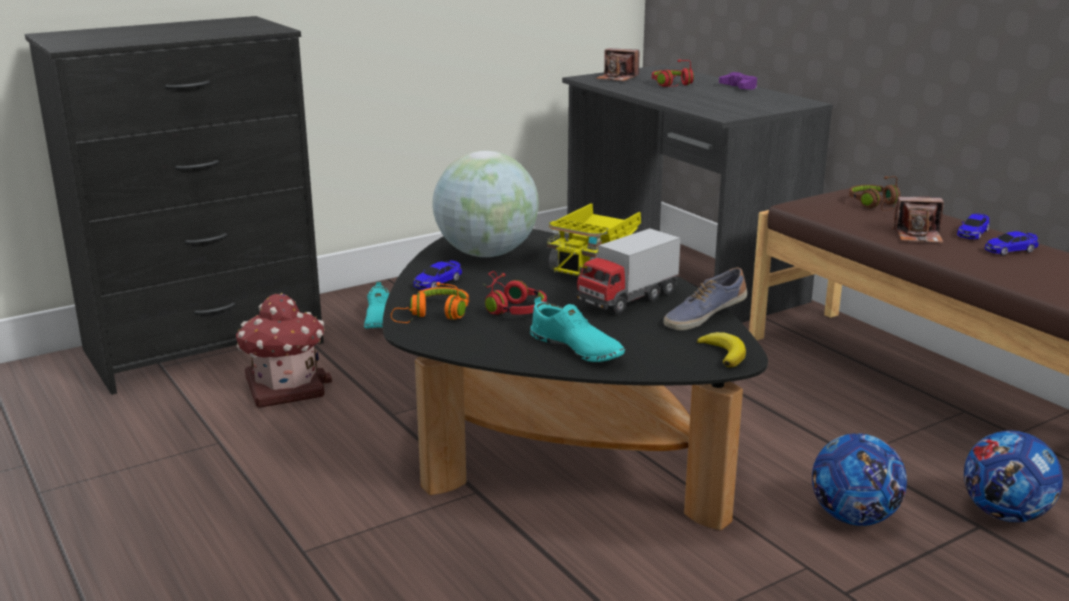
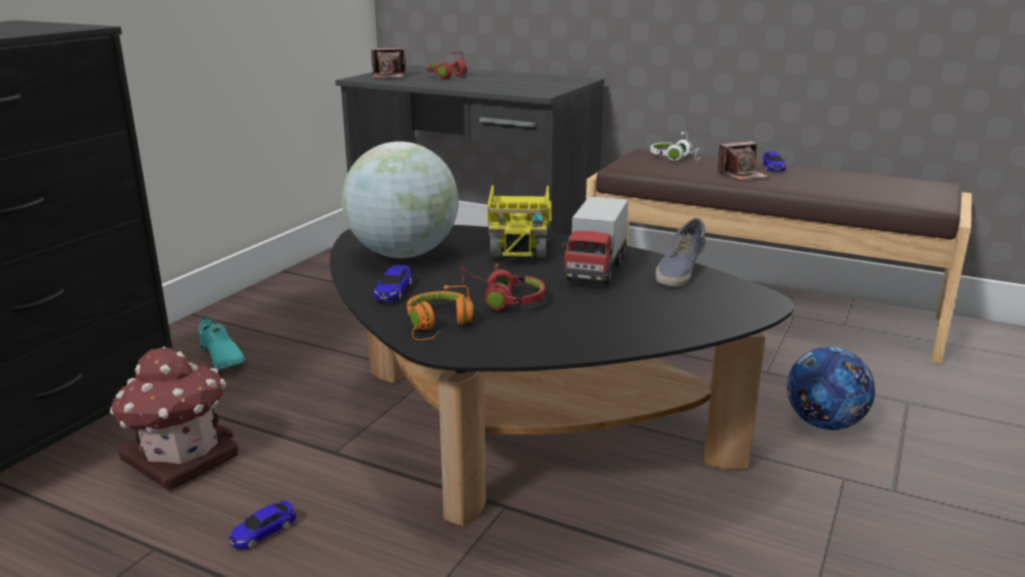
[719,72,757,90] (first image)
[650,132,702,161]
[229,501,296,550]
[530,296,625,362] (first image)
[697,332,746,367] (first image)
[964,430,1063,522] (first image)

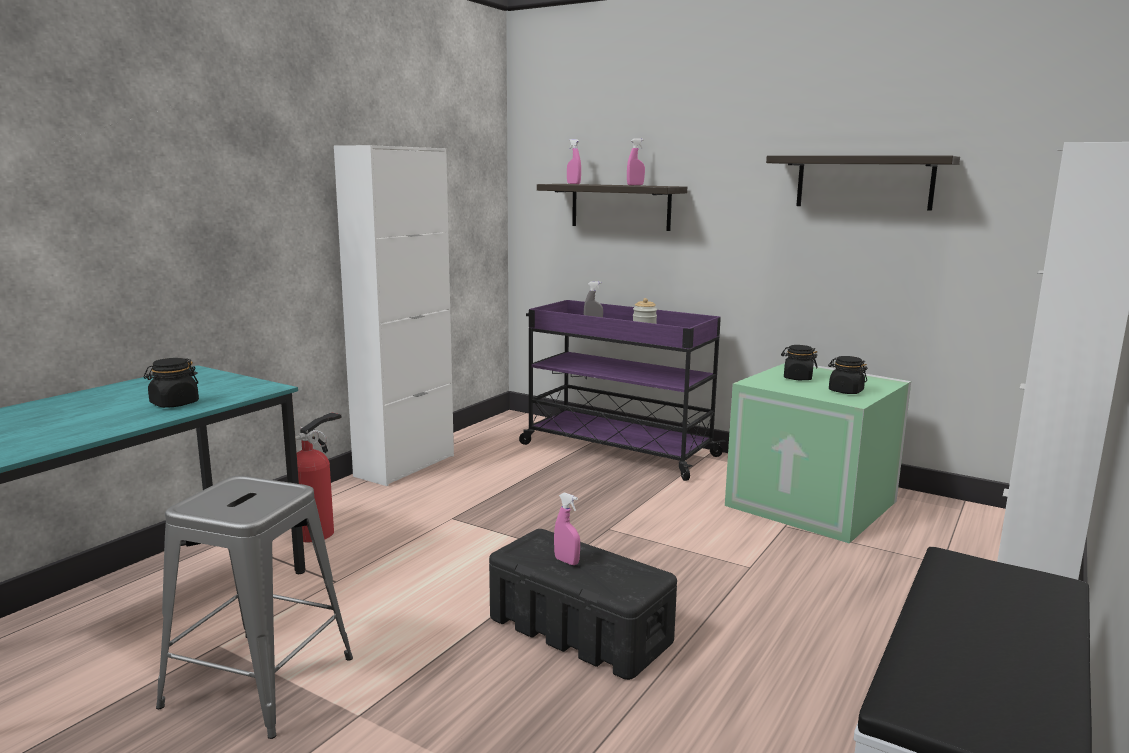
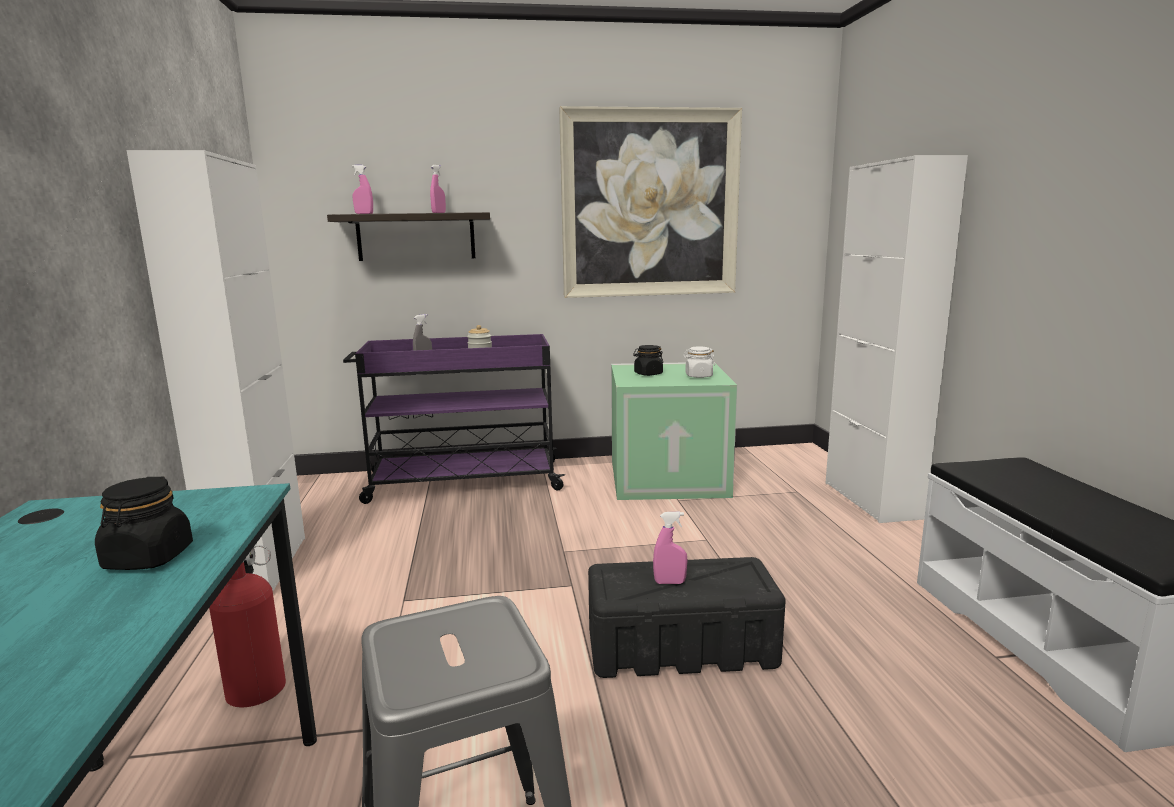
[559,106,742,298]
[683,347,715,378]

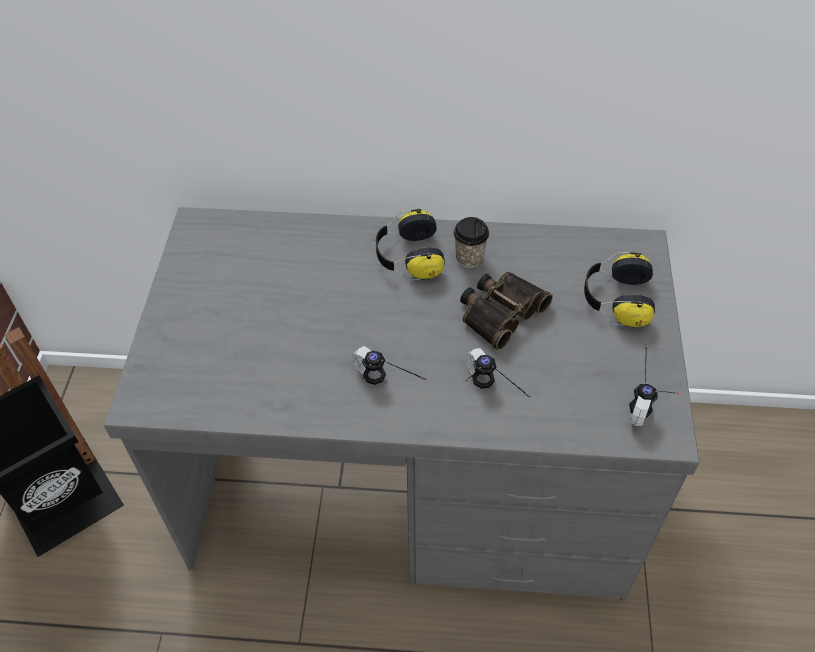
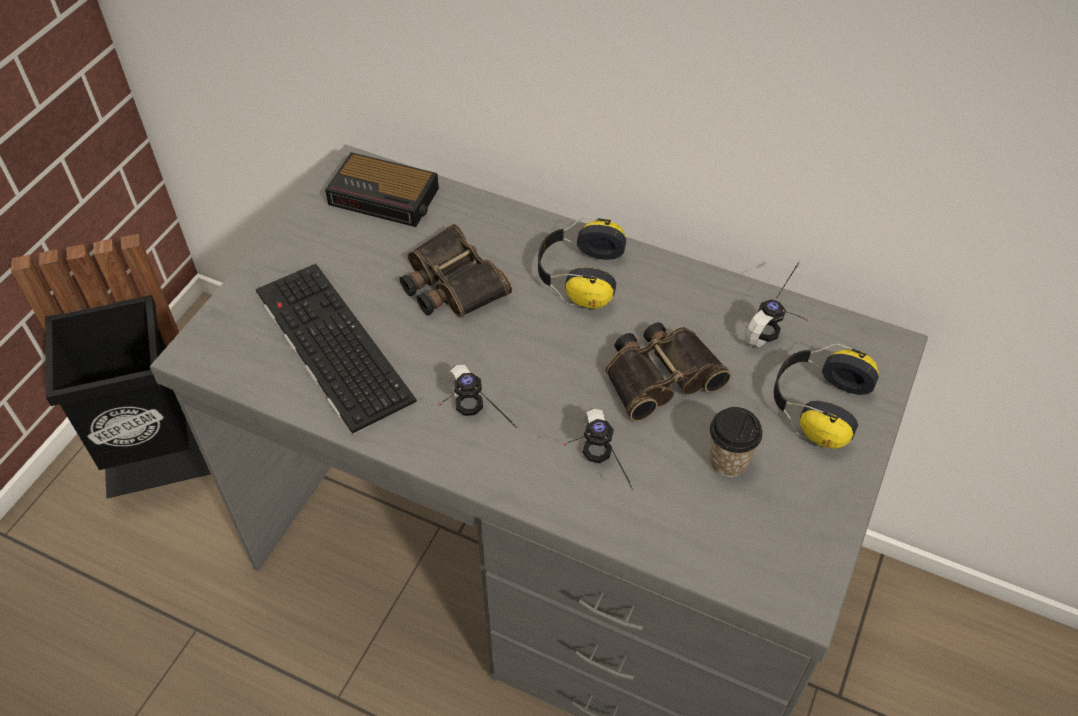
[709,407,763,477]
[745,262,808,348]
[325,152,439,227]
[400,224,512,318]
[256,264,417,435]

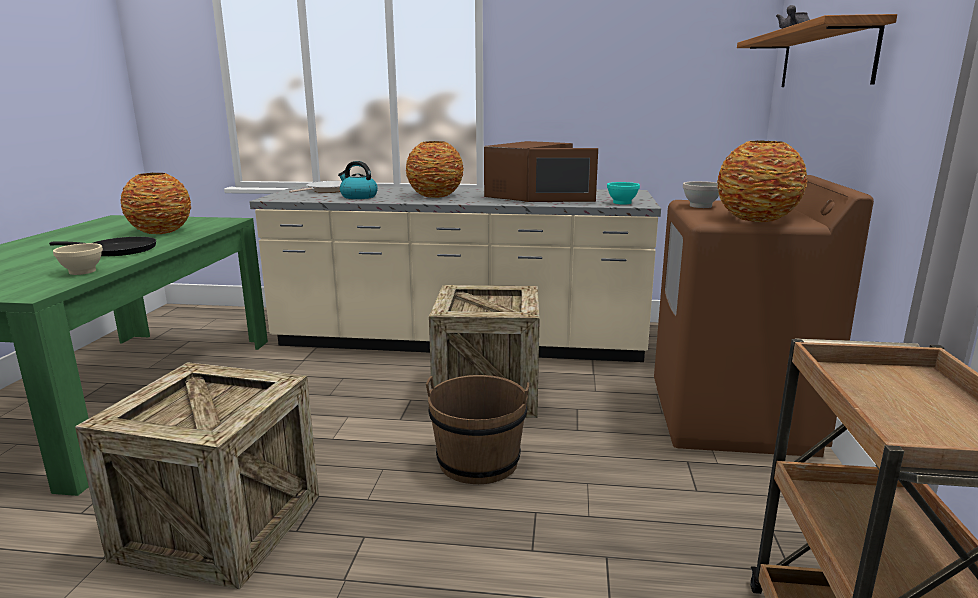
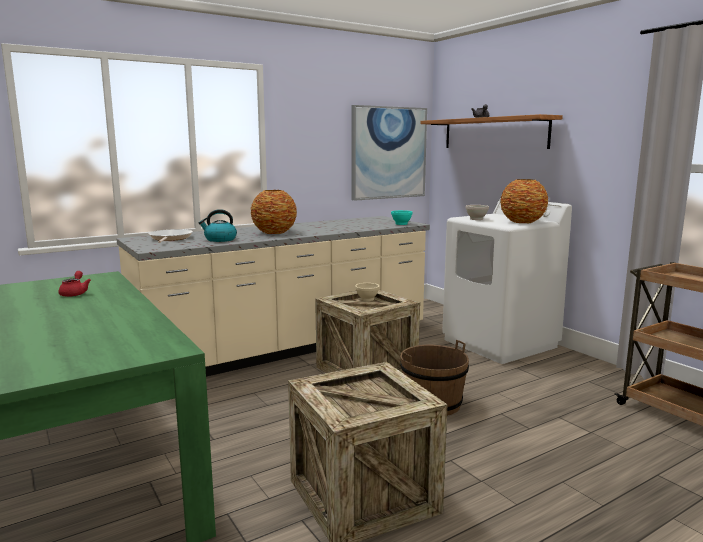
[484,141,598,202] (first image)
[58,271,91,297]
[442,198,572,364]
[49,237,156,256] (first image)
[355,283,380,301]
[352,105,427,201]

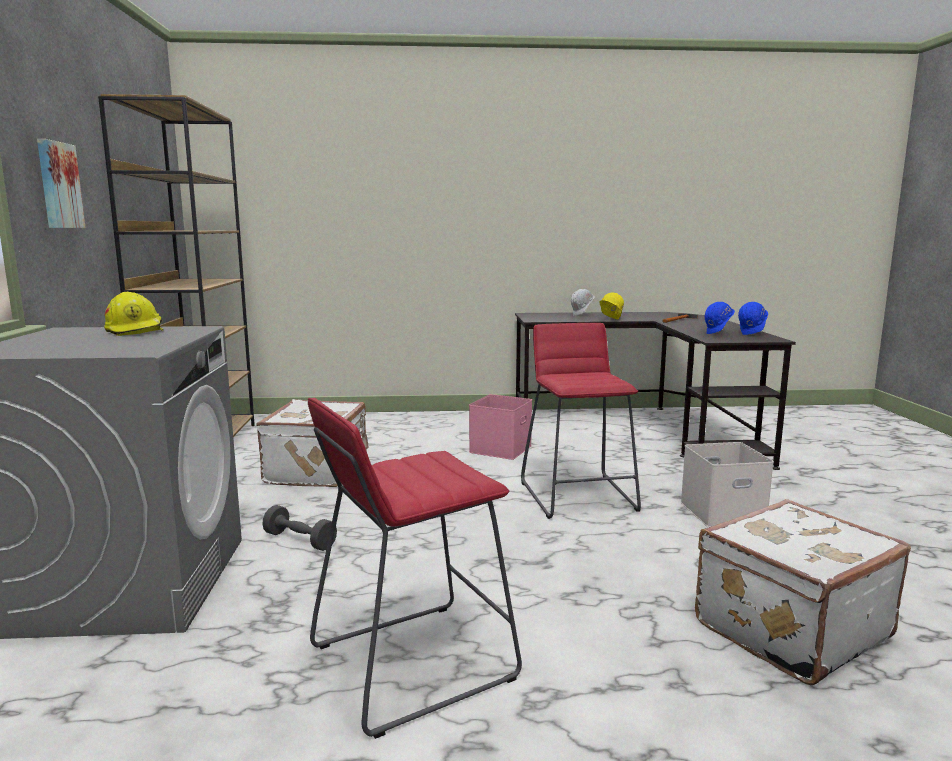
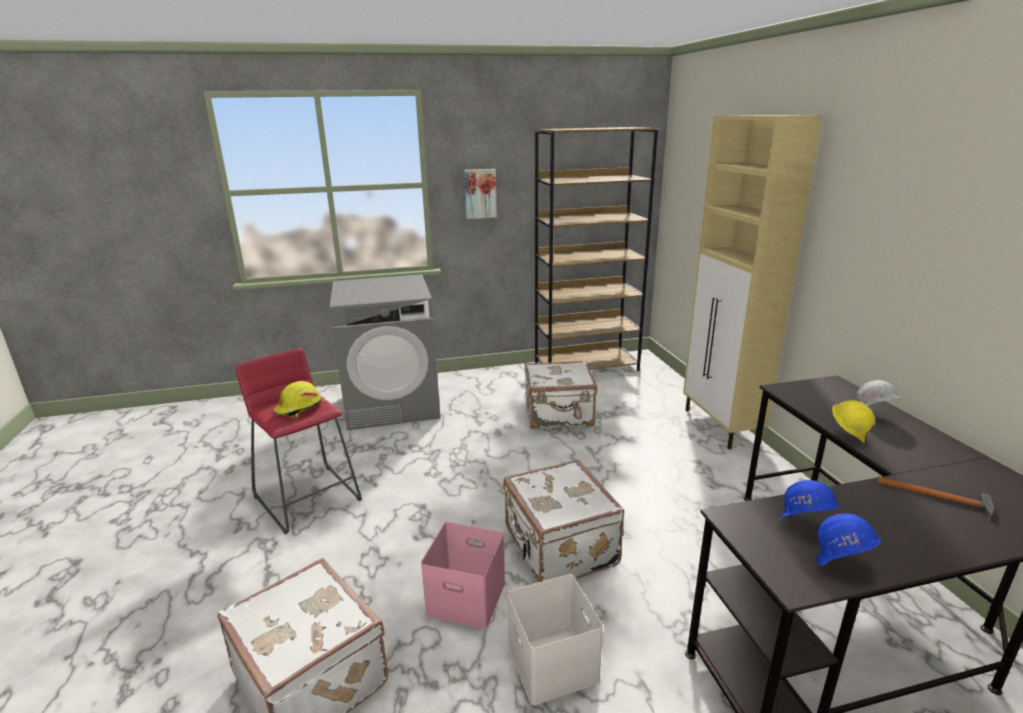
[274,381,321,418]
[503,460,624,582]
[421,522,505,629]
[262,505,337,551] (first image)
[683,115,823,449]

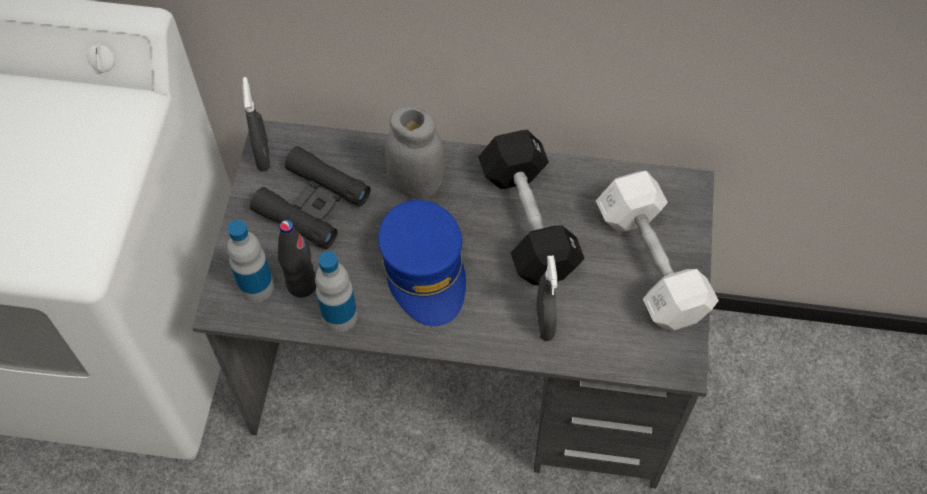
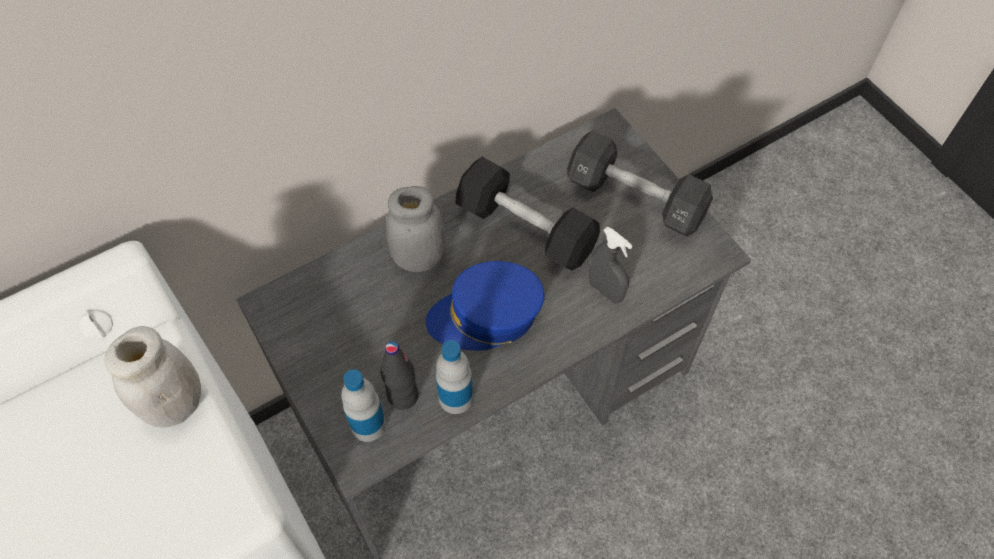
[242,77,270,171] (first image)
[250,146,371,249] (first image)
[567,130,713,237]
[426,261,544,351]
[105,326,201,428]

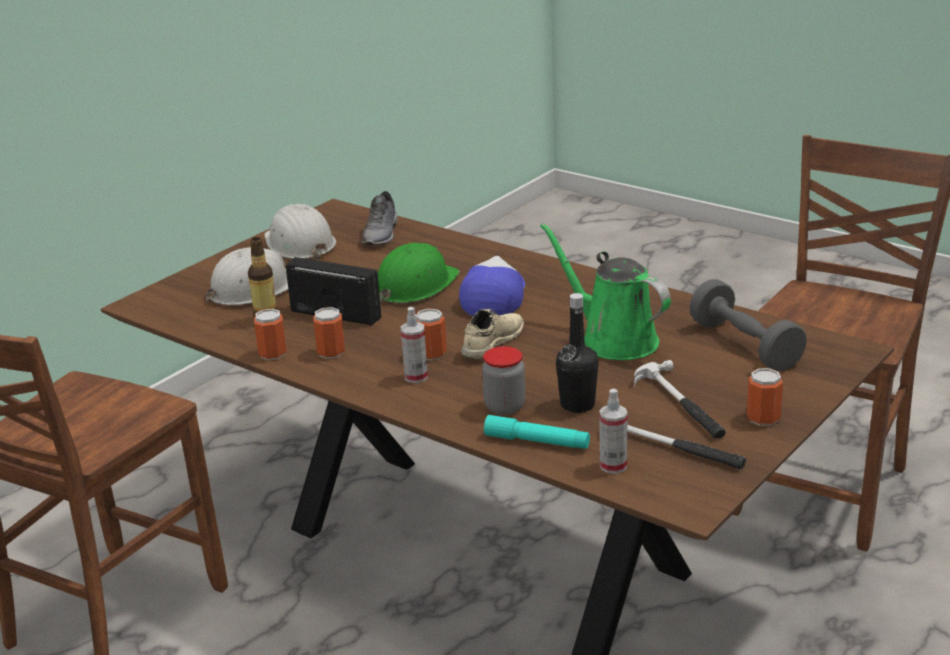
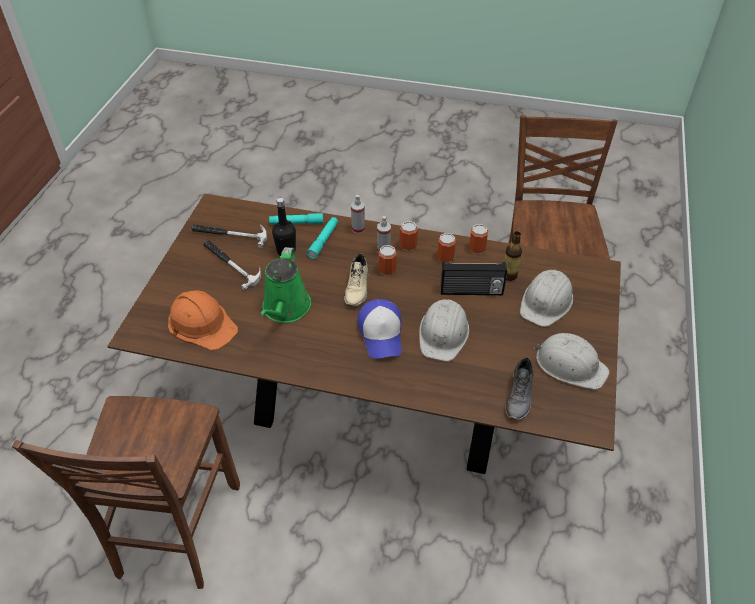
[505,358,534,420]
[260,247,311,323]
[419,299,469,361]
[168,290,238,350]
[307,217,338,259]
[399,221,418,251]
[351,195,365,234]

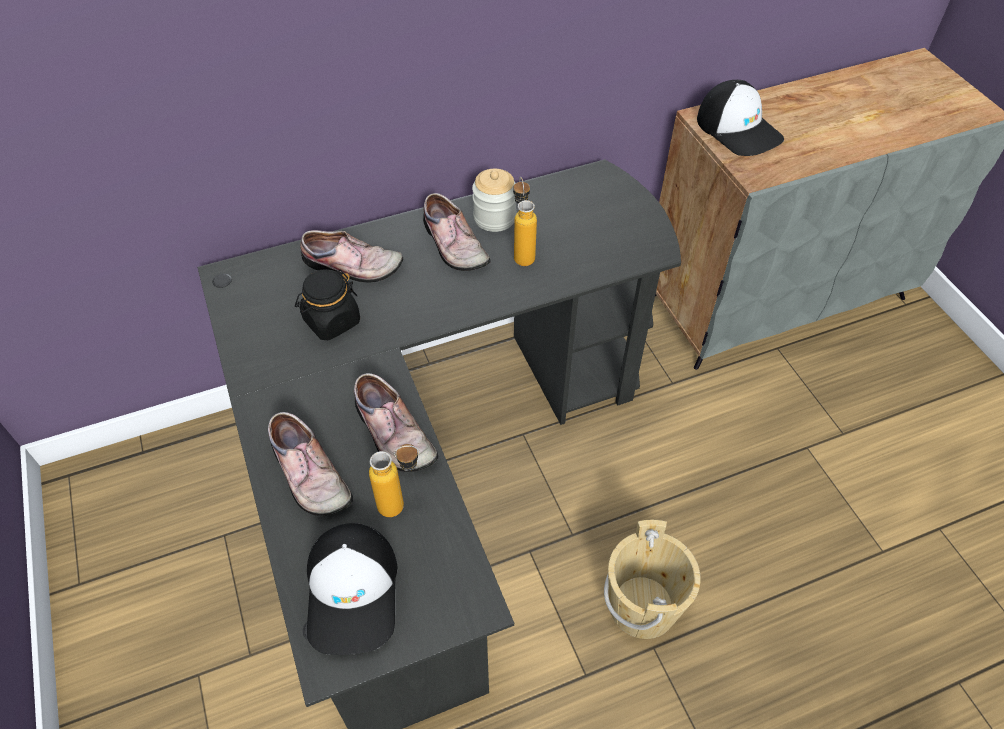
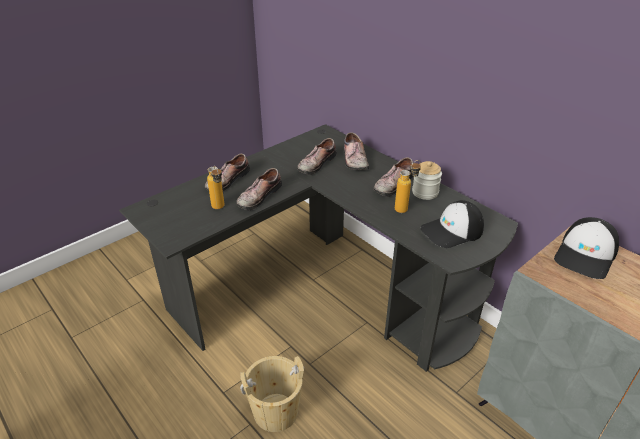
[297,138,337,175]
[421,200,484,248]

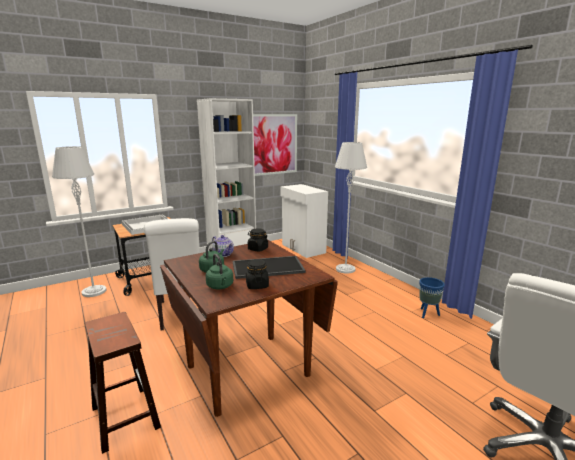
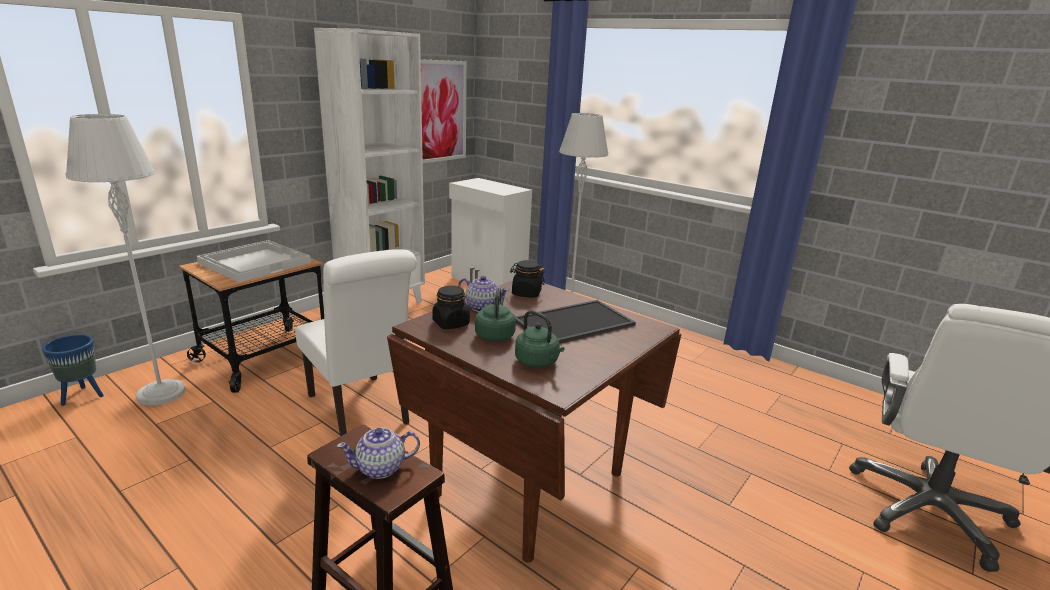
[432,286,470,329]
[42,335,104,406]
[337,427,420,479]

